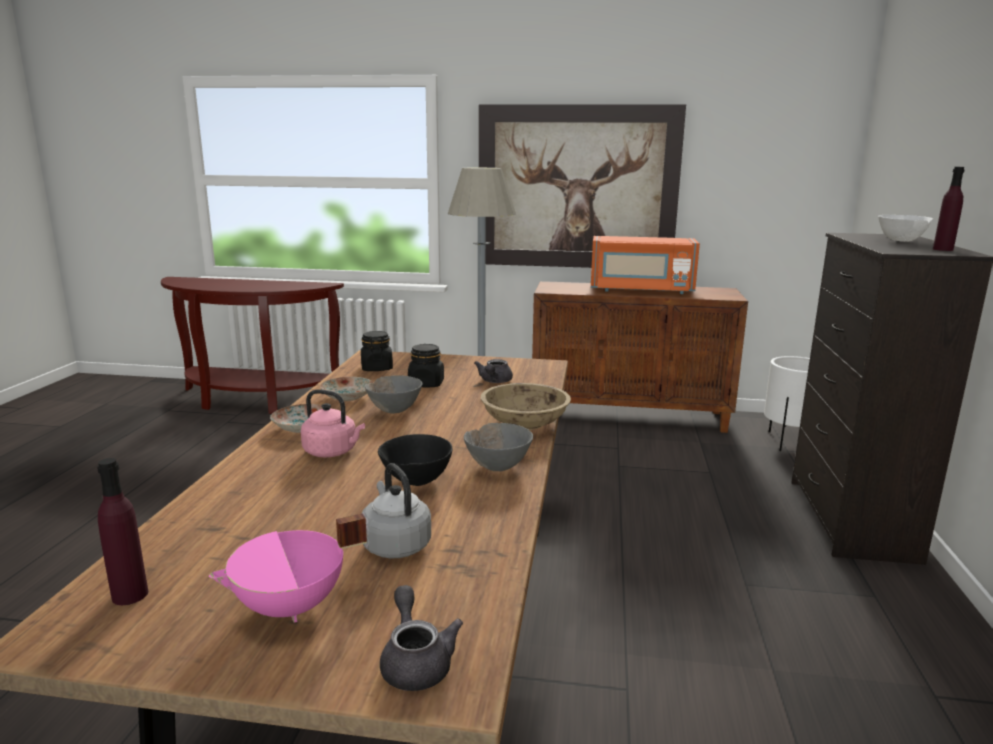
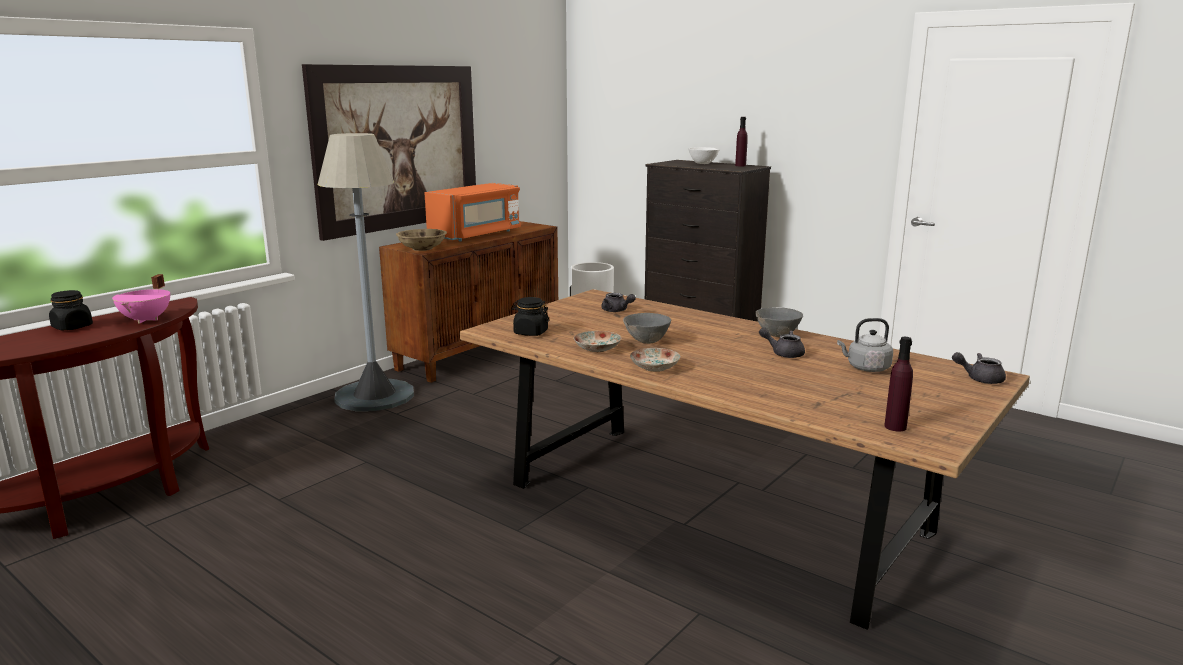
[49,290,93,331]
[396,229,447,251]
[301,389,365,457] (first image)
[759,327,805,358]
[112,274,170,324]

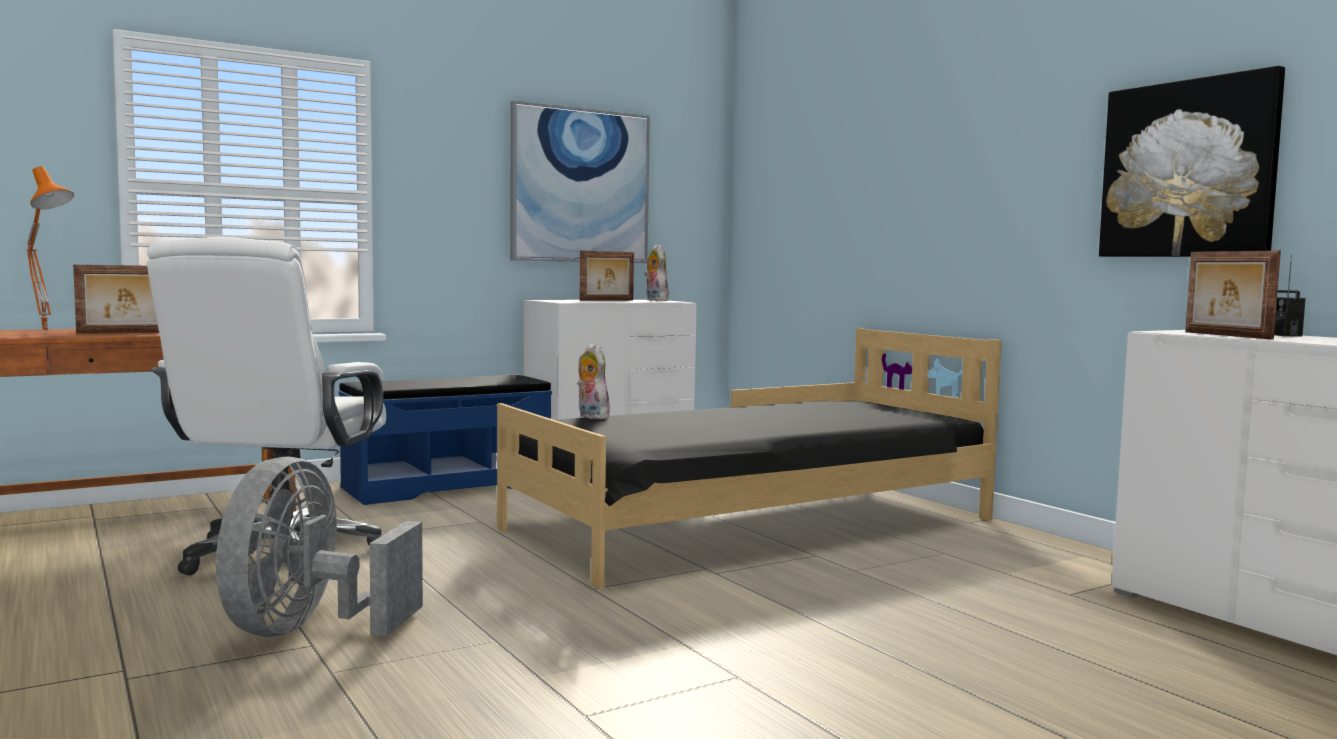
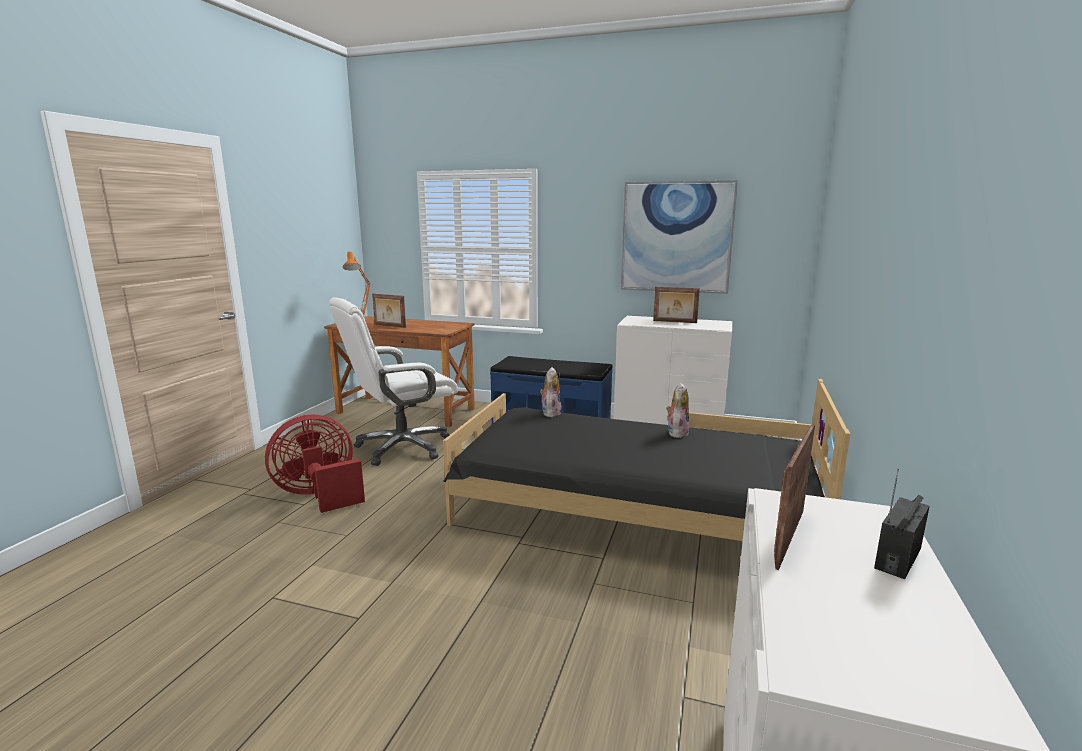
[1099,66,1285,257] (first image)
[666,383,689,438]
[265,414,365,513]

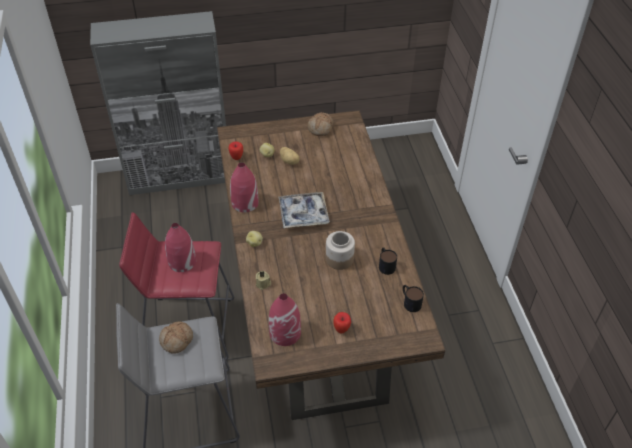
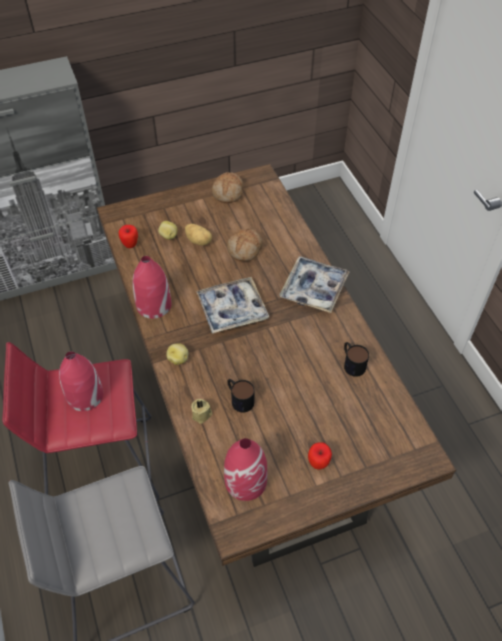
[326,231,355,270] (first image)
[227,379,254,413]
[227,228,263,261]
[280,256,349,313]

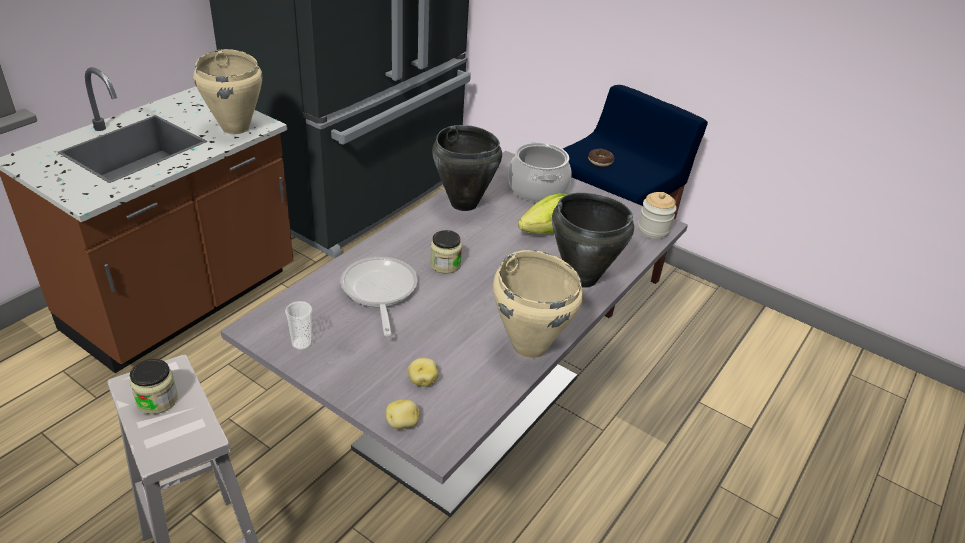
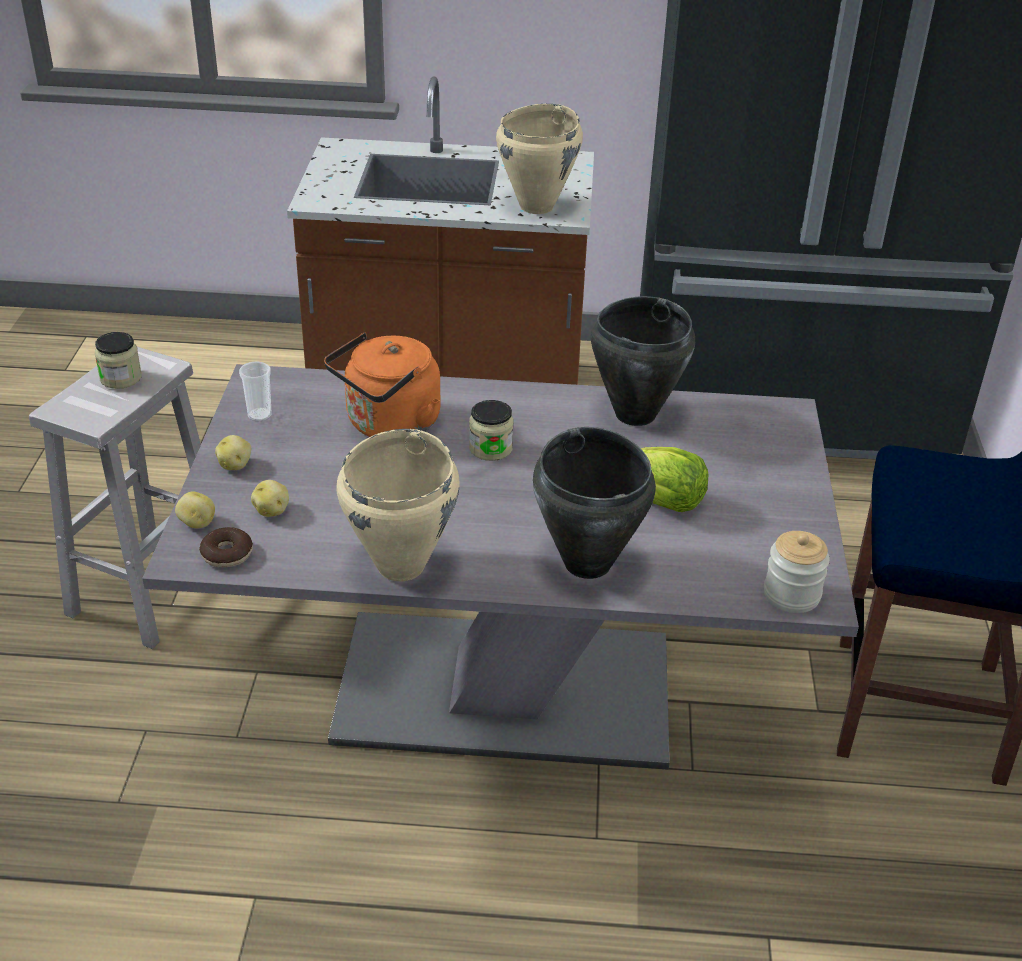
[508,142,572,202] (first image)
[199,527,253,568]
[324,333,440,437]
[215,435,251,470]

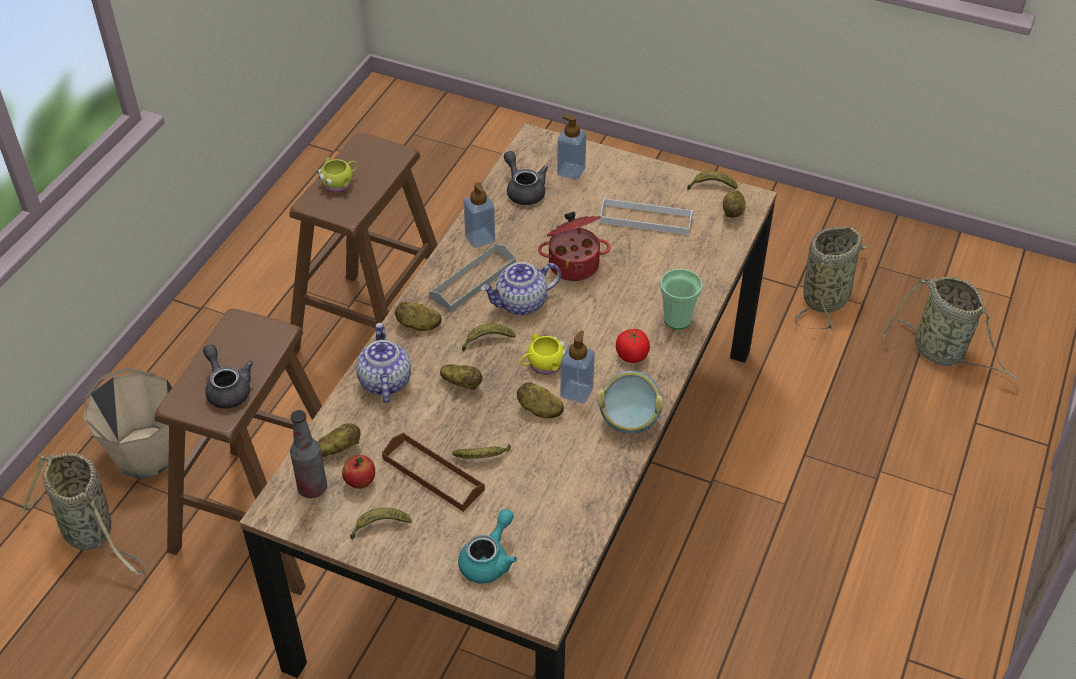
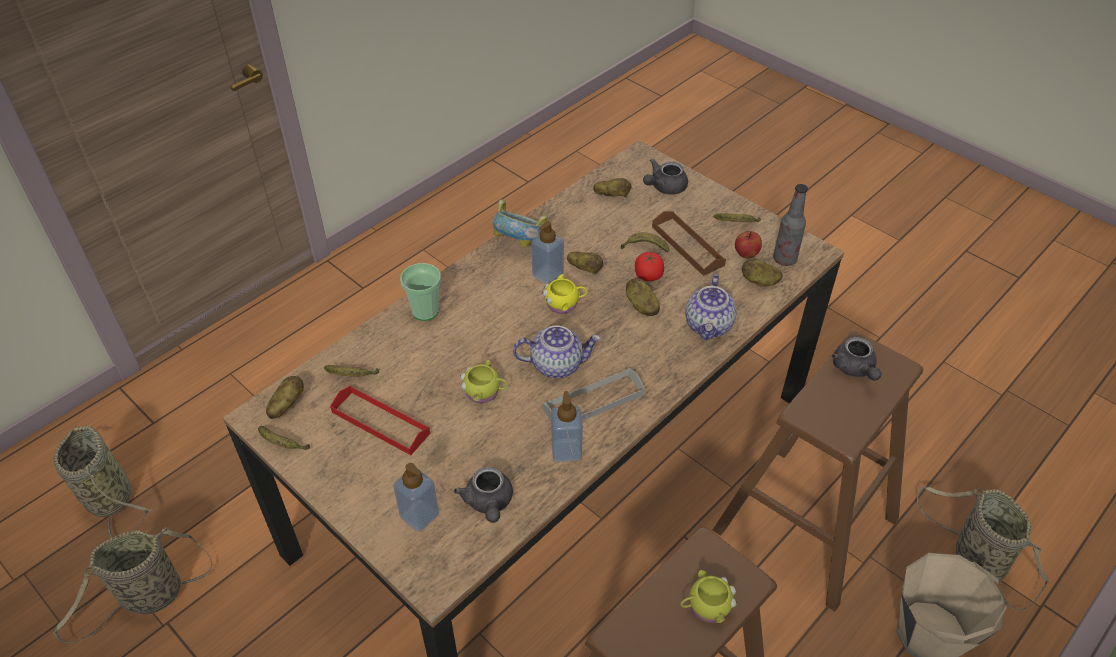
[330,386,430,455]
[460,360,509,403]
[593,178,631,197]
[324,365,379,376]
[635,252,664,281]
[643,159,688,195]

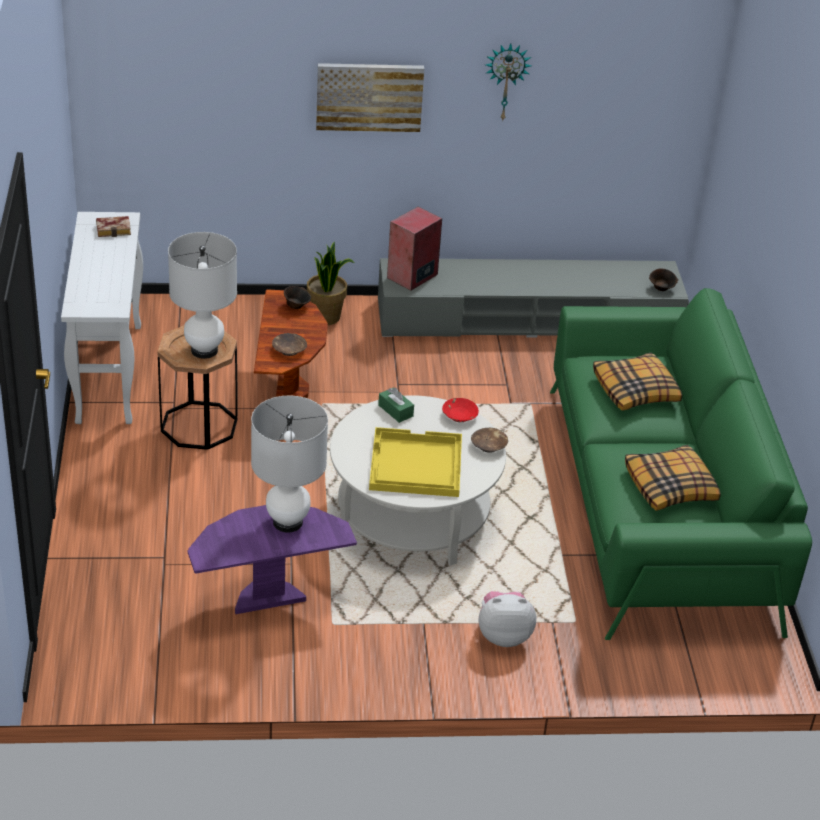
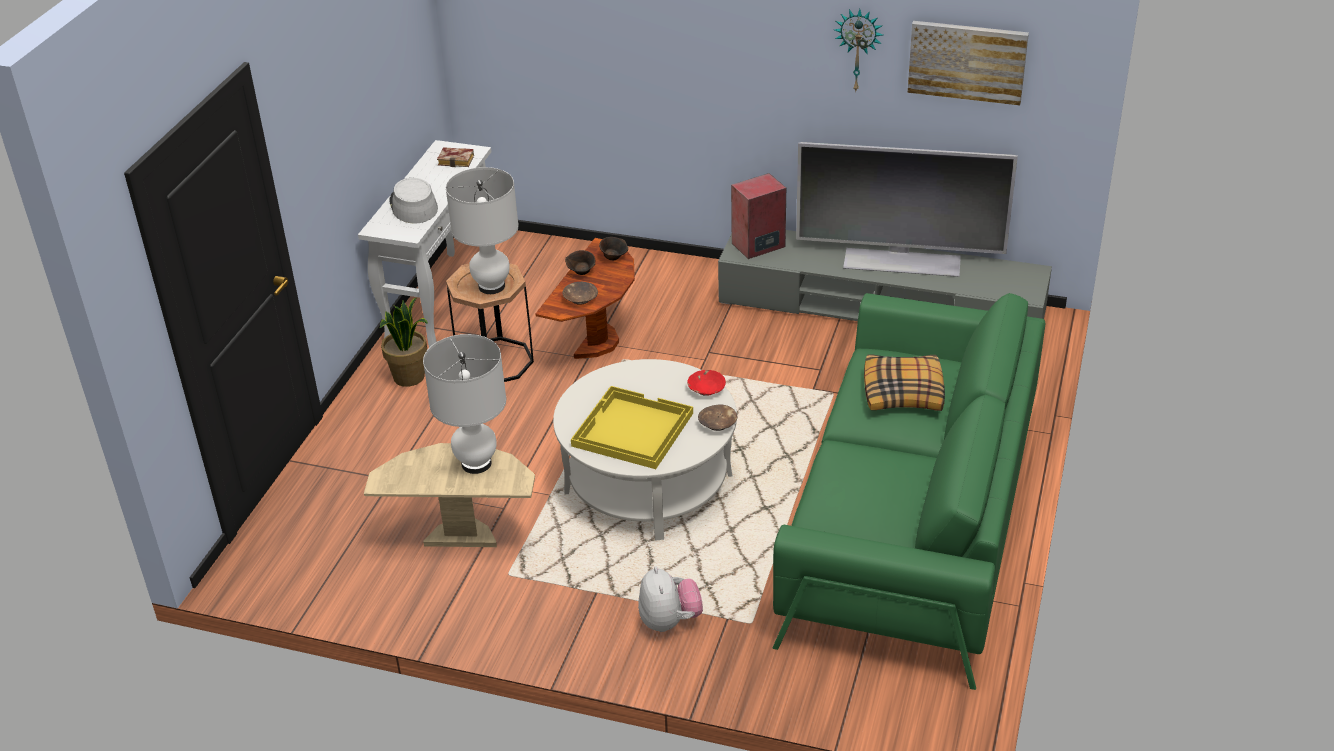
[908,21,1029,105]
[380,297,428,387]
[565,250,595,275]
[378,388,414,423] (first image)
[625,445,721,511] (first image)
[364,443,535,547]
[638,567,703,632]
[796,142,1018,277]
[389,178,438,224]

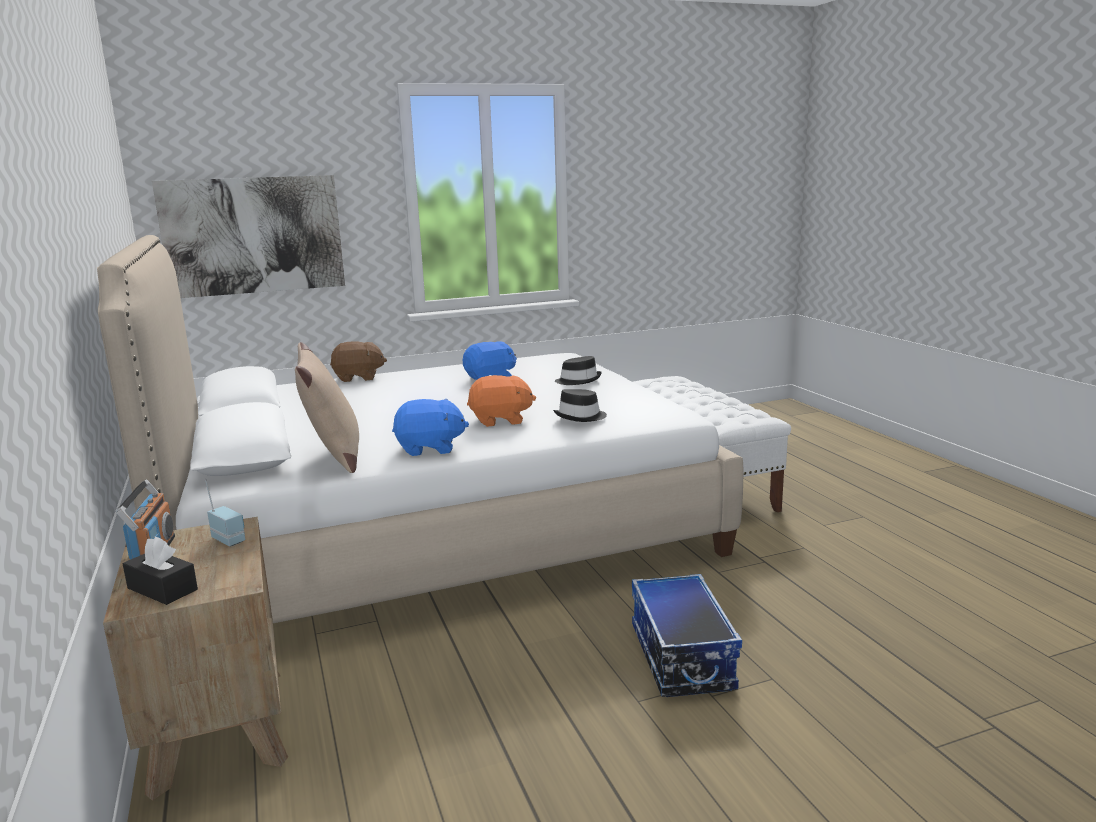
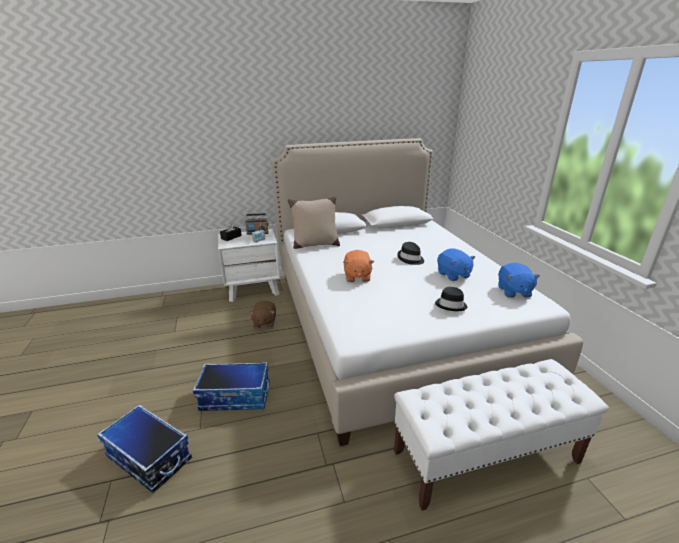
[152,175,345,298] (first image)
[249,300,276,328]
[397,242,424,265]
[498,263,540,298]
[218,229,280,302]
[97,404,192,493]

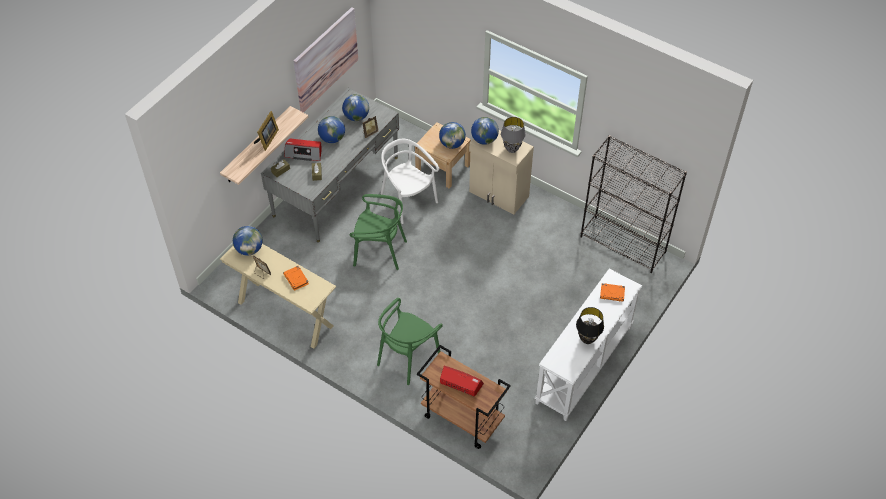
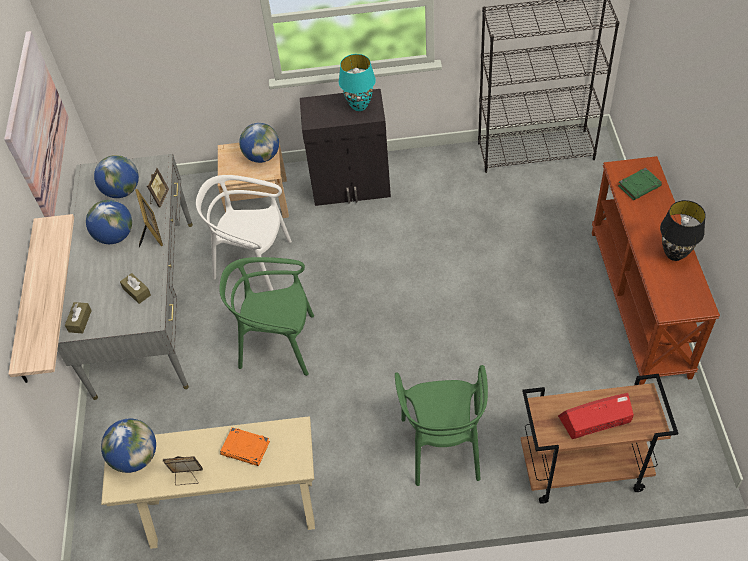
[135,189,163,247]
[471,117,499,145] (first image)
[339,54,376,111]
[300,89,391,206]
[285,139,322,161] (first image)
[219,257,314,376]
[592,156,720,385]
[618,168,662,200]

